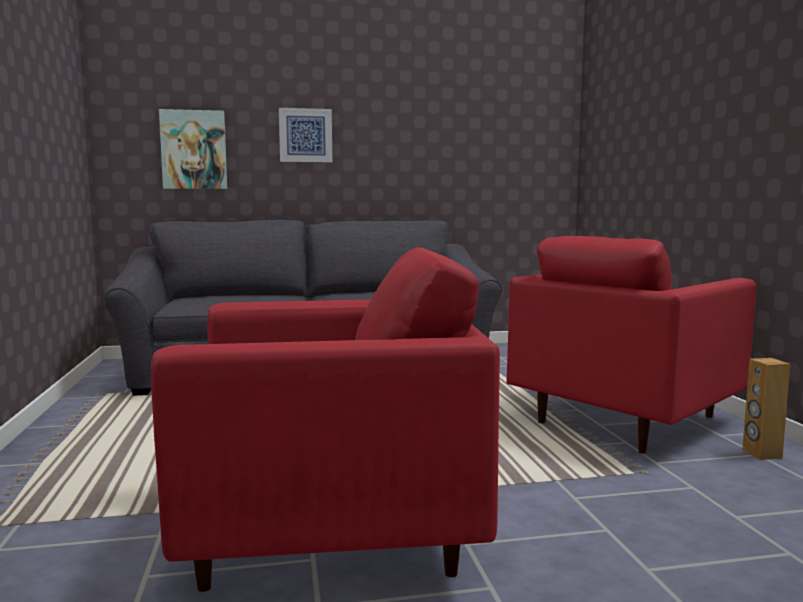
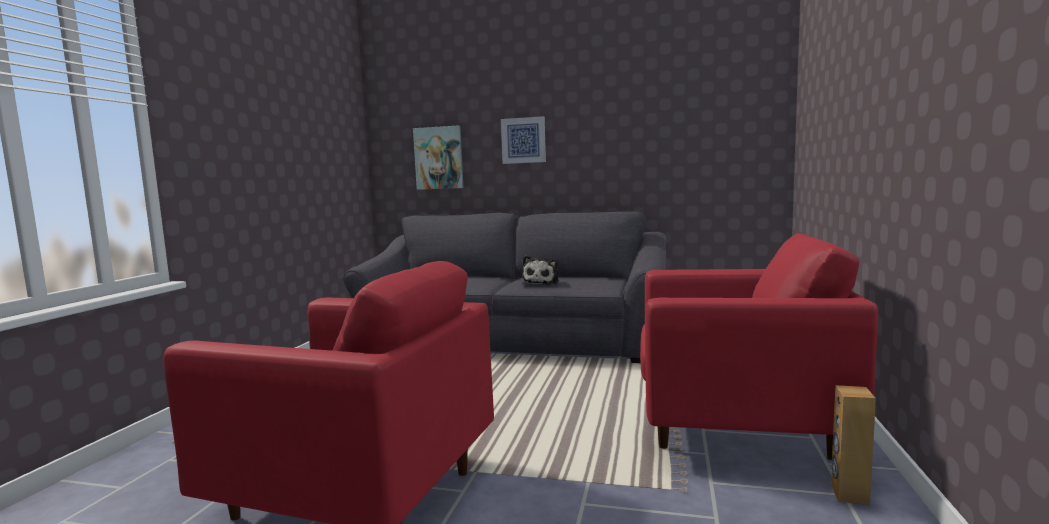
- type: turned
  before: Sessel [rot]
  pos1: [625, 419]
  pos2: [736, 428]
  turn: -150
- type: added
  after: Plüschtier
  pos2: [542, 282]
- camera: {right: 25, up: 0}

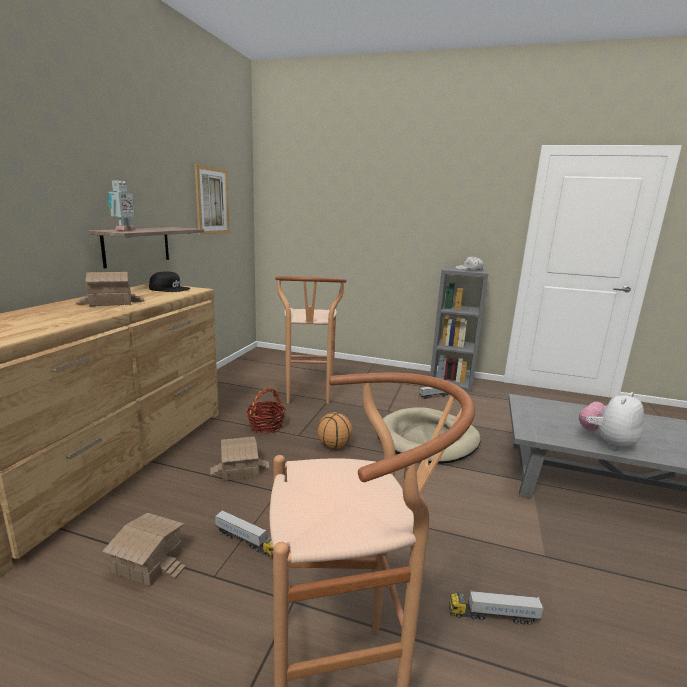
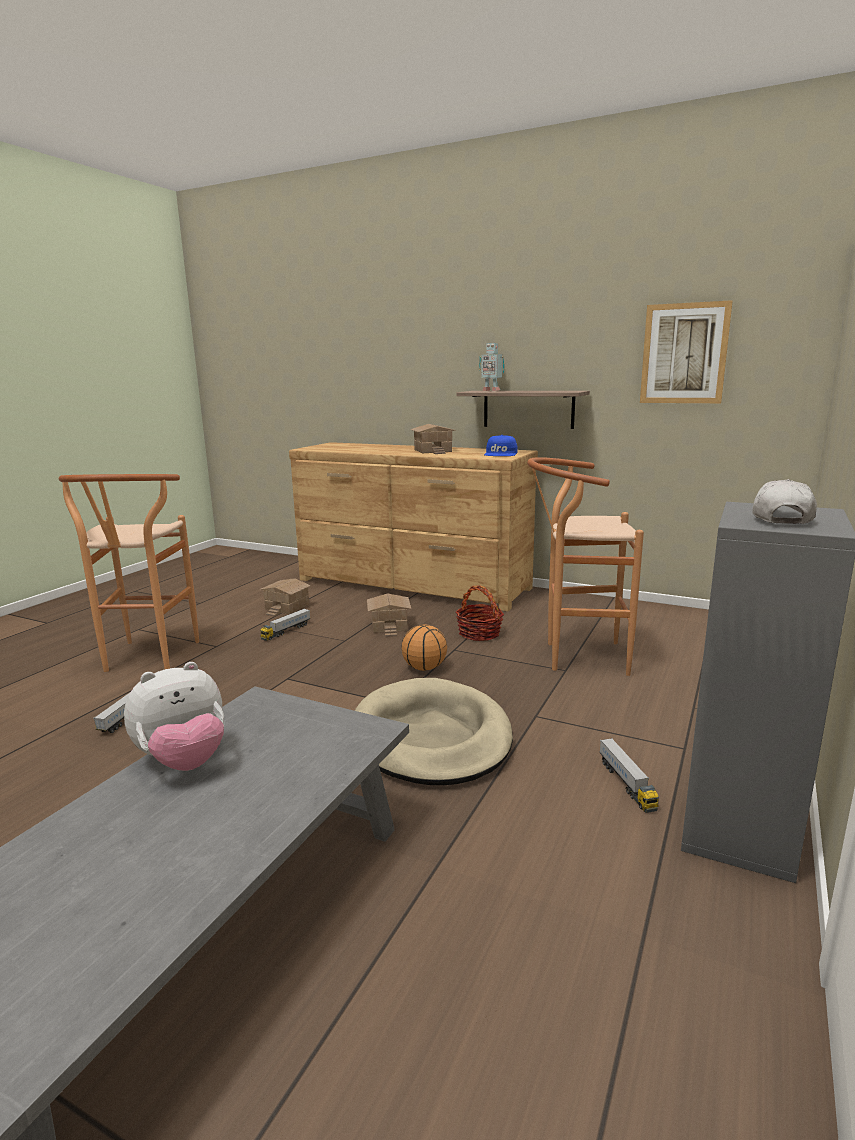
- type: recoloured
  before: Kappe [schwarz]
  after: Kappe [blau]
  pos1: [169, 289]
  pos2: [501, 454]
- type: turned
  before: Plüschtier
  pos1: [607, 442]
  pos2: [184, 761]
  turn: 90
- camera: {right: 100, up: 0}

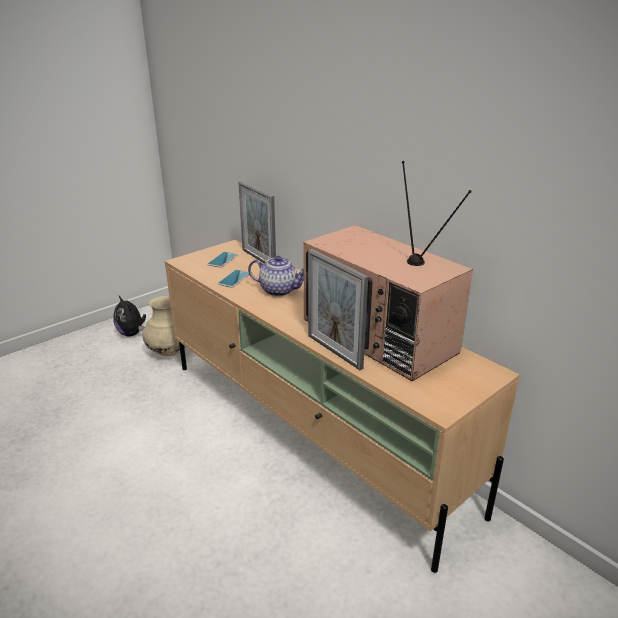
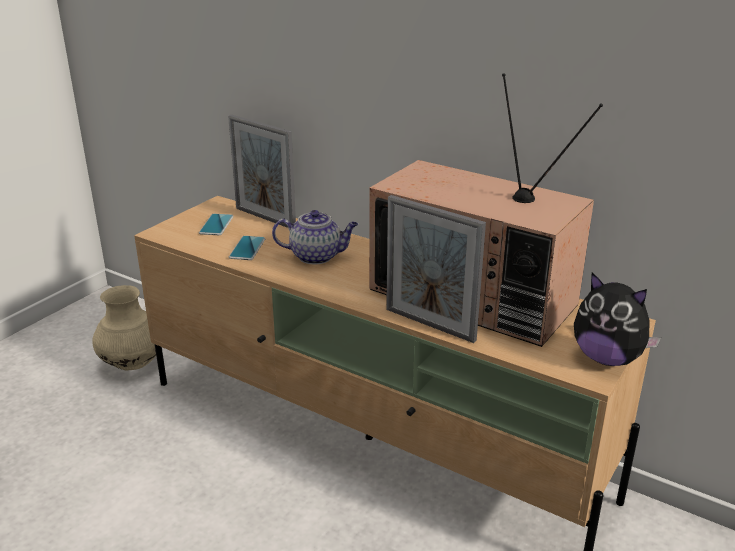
- type: moved
  before: Plüschtier
  pos1: [132, 334]
  pos2: [607, 358]
- camera: {right: -15, up: 0}

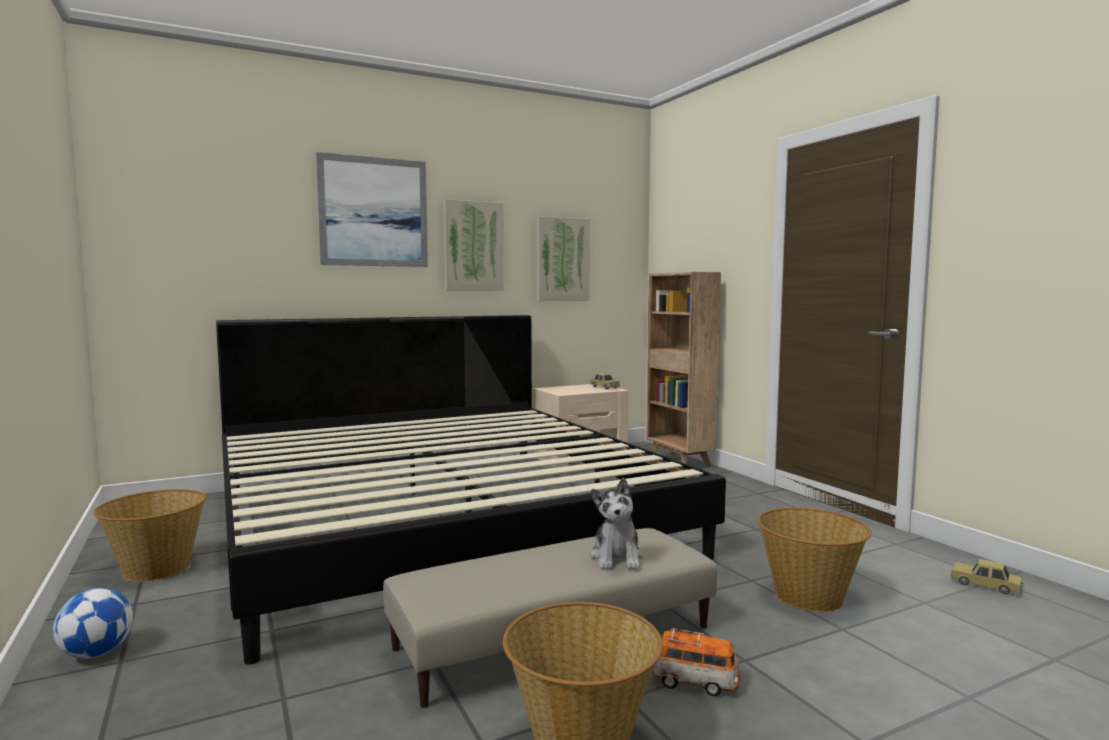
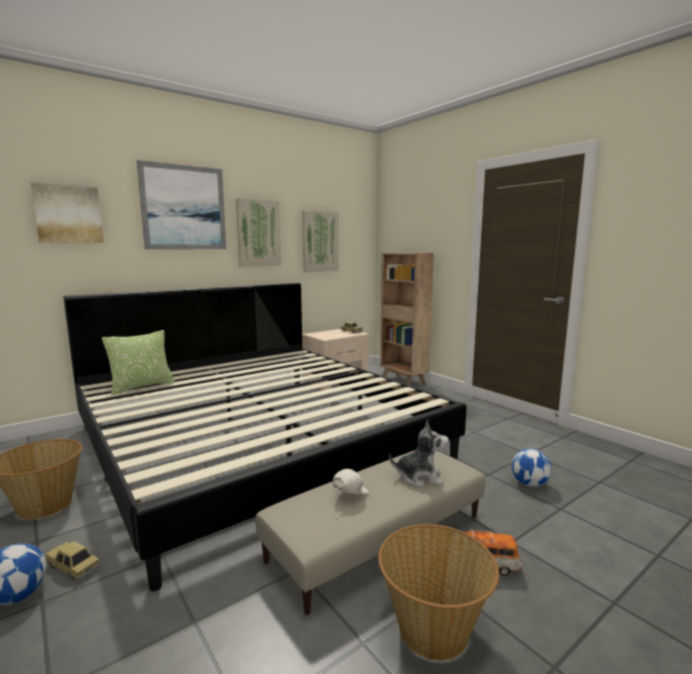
- type: turned
  before: Plüschtier
  pos1: [617, 557]
  pos2: [419, 477]
  turn: -75
- type: replaced
  before: Korb
  after: Fußball
  pos1: [809, 596]
  pos2: [529, 484]
- type: moved
  before: Spielzeugauto
  pos1: [985, 585]
  pos2: [73, 567]
- type: added
  after: Bild
  pos2: [68, 214]
- type: added
  after: Kissen
  pos2: [142, 386]
- type: added
  after: Kappe [weiß]
  pos2: [349, 495]
- camera: {right: -10, up: 5}

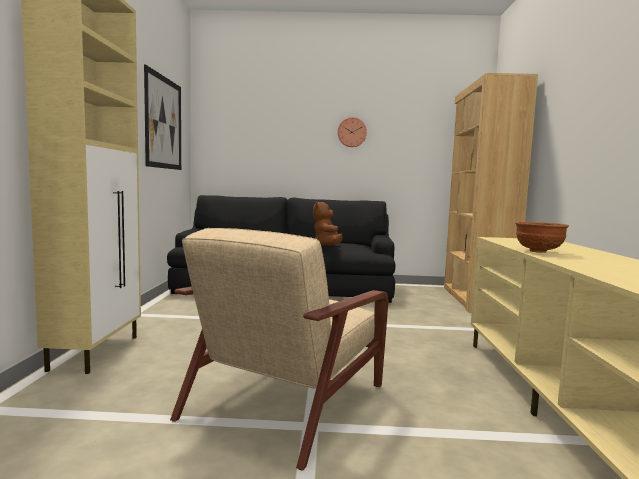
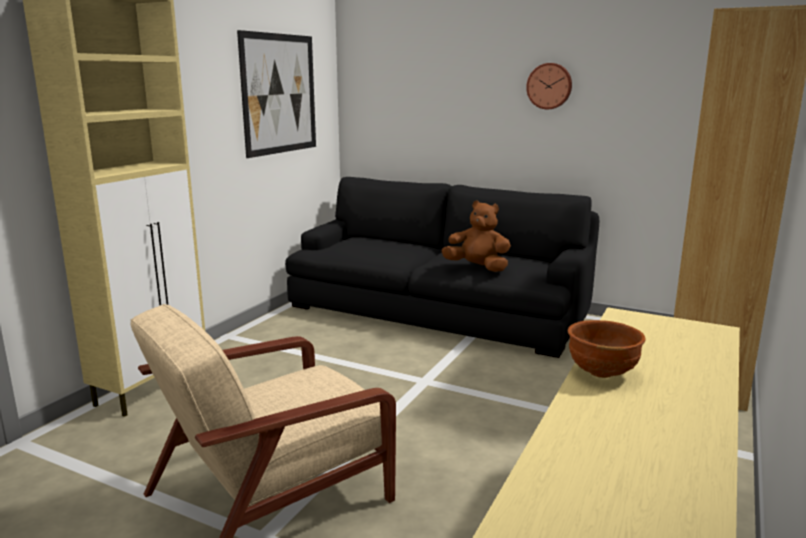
- type: turned
  before: Plüschtier [braun]
  pos1: [327, 247]
  pos2: [477, 268]
  turn: 90
- camera: {right: 25, up: 10}

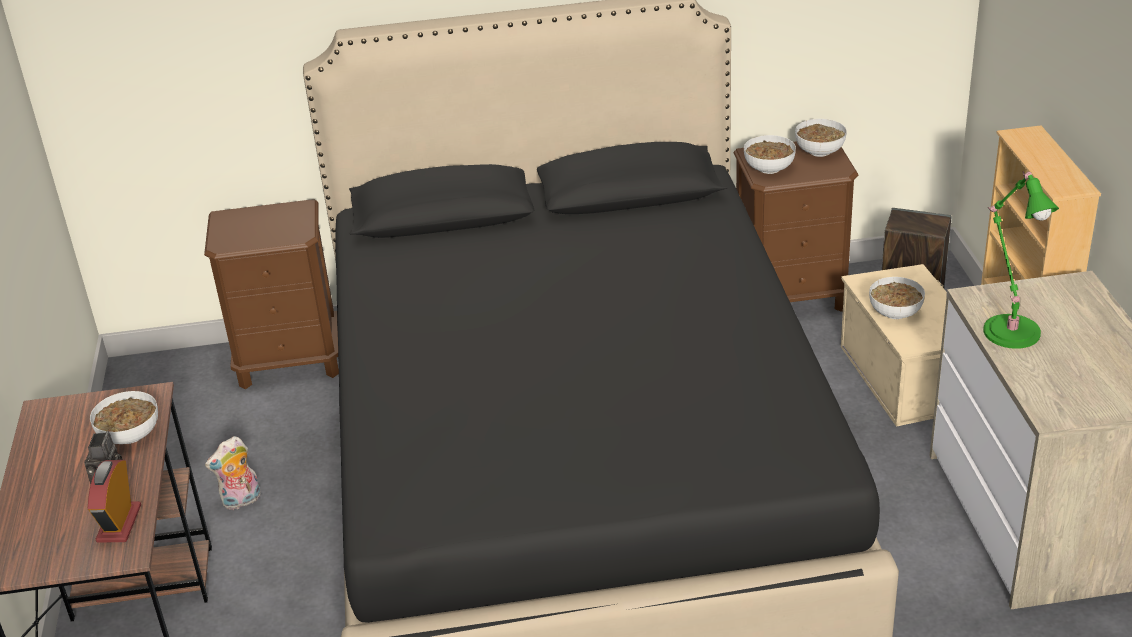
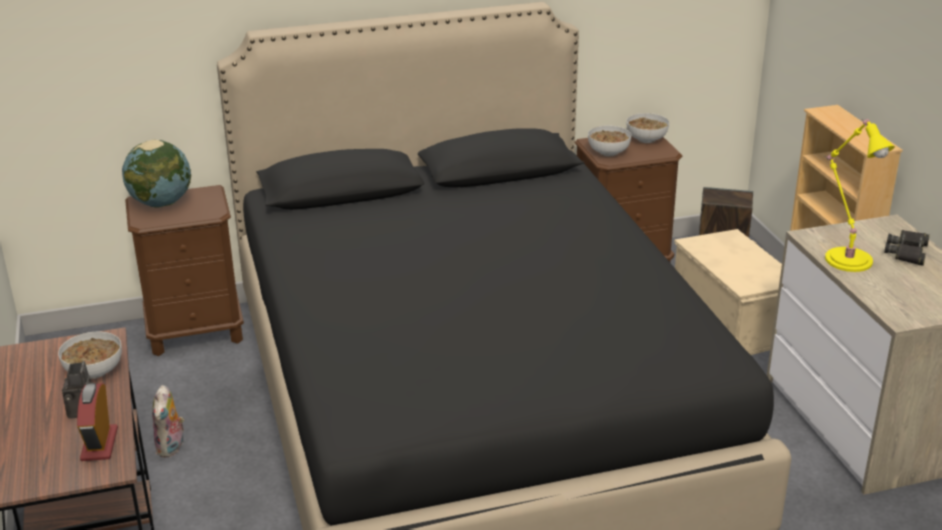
- type: turned
  before: Plüschtier
  pos1: [241, 501]
  pos2: [172, 448]
  turn: -45
- type: removed
  before: Schüssel
  pos1: [894, 312]
- type: recoloured
  before: Tischlampe [grün]
  after: Tischlampe [gelb]
  pos1: [1009, 329]
  pos2: [846, 258]
- type: added
  after: Globus
  pos2: [161, 203]
- type: added
  after: Fernglas [schwarz]
  pos2: [907, 252]
- camera: {right: -10, up: -5}

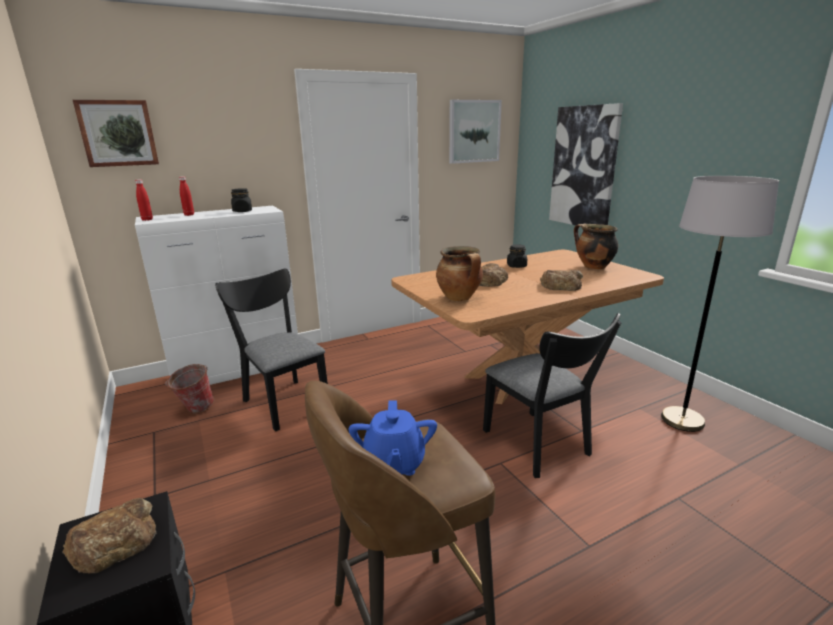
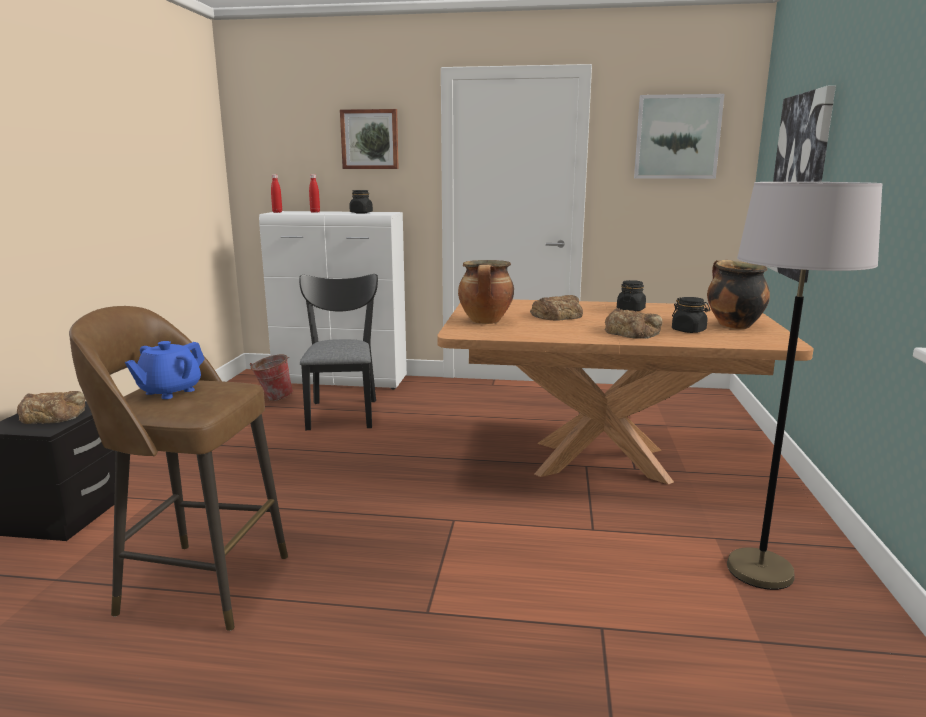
- type: moved
  before: Bild
  pos1: [118, 133]
  pos2: [370, 139]
- type: removed
  before: Stuhl [schwarz]
  pos1: [540, 446]
- type: added
  after: Vorratsglas [schwarz]
  pos2: [689, 330]
- camera: {right: 35, up: -5}

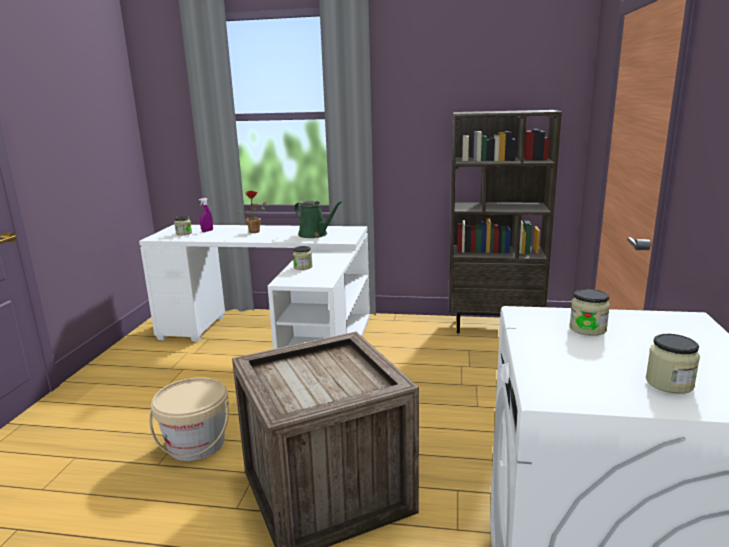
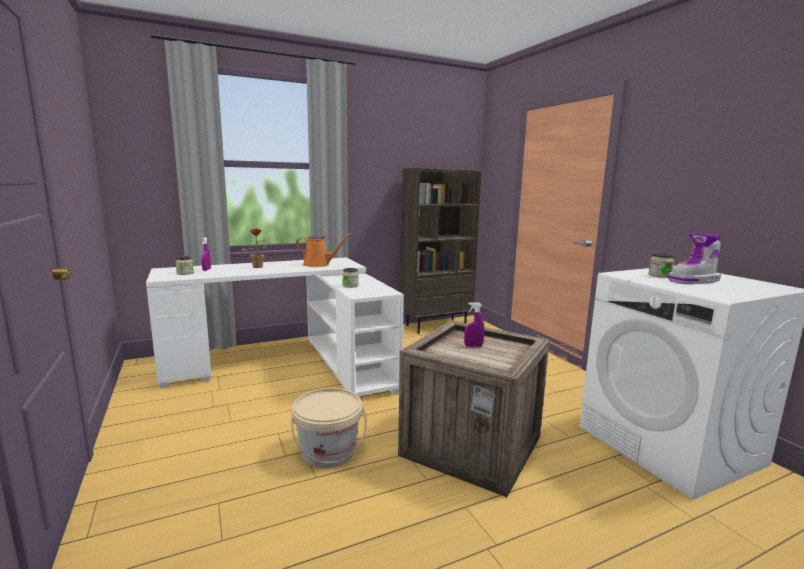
- type: recoloured
  before: Gießkanne [grün]
  after: Gießkanne [orange]
  pos1: [315, 235]
  pos2: [319, 265]
- type: removed
  before: Vorratsglas
  pos1: [669, 383]
- type: added
  after: Sprühflasche [lila]
  pos2: [473, 346]
- type: added
  after: Stiefel
  pos2: [694, 281]
- camera: {right: -35, up: -5}

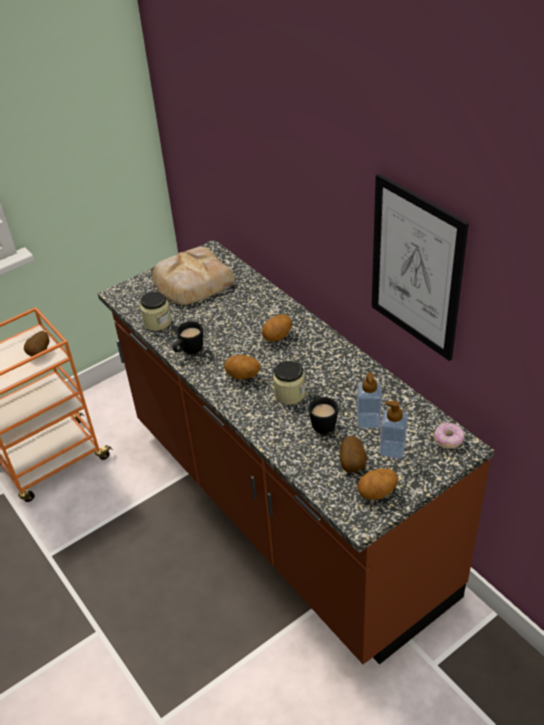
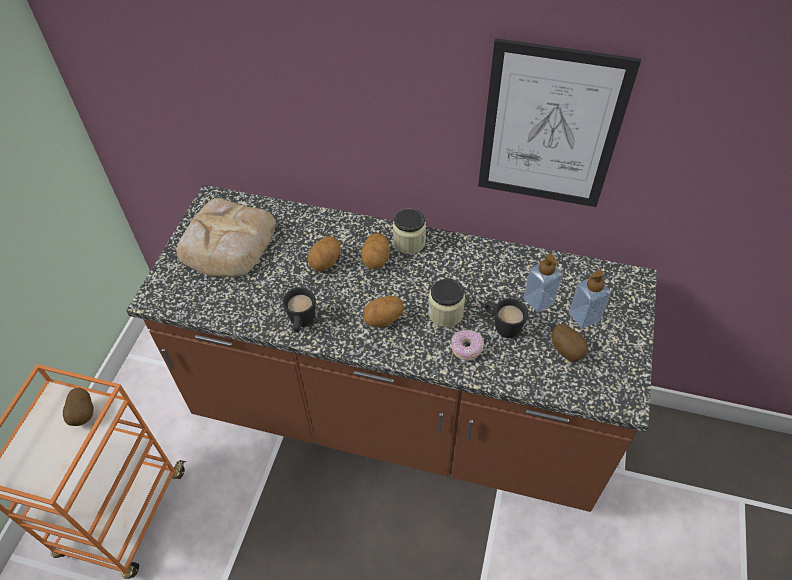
- type: moved
  before: Vorratsglas
  pos1: [157, 322]
  pos2: [409, 242]
- type: moved
  before: Kartoffel
  pos1: [377, 493]
  pos2: [326, 262]
- type: moved
  before: Donut
  pos1: [448, 440]
  pos2: [466, 348]
- camera: {right: -40, up: 10}

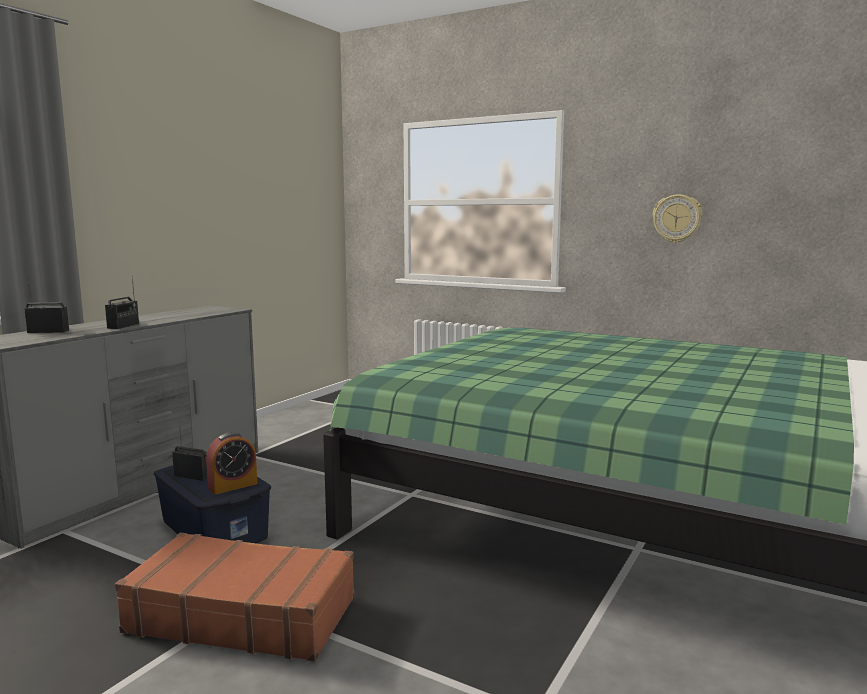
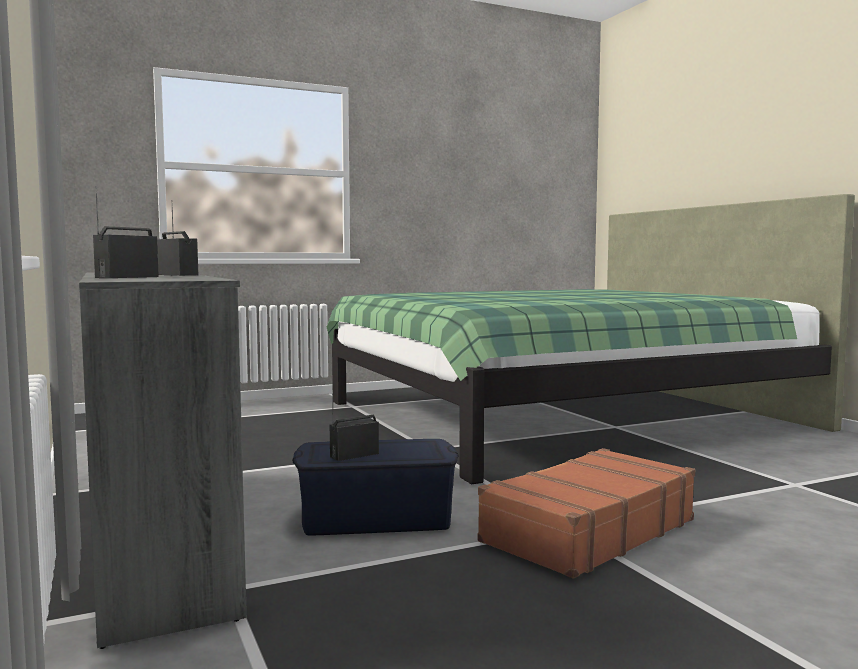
- type: removed
  before: Wecker
  pos1: [233, 486]
- type: removed
  before: Wanduhr
  pos1: [677, 218]
- camera: {right: -55, up: -5}

